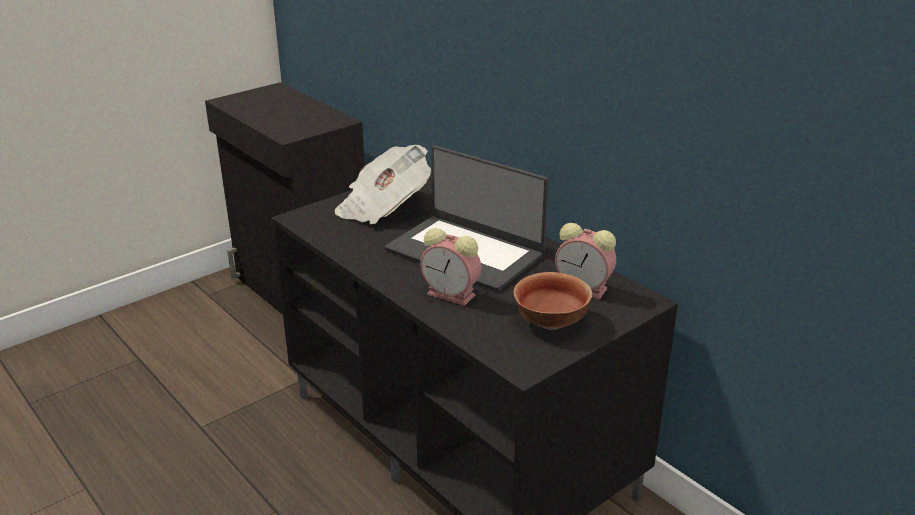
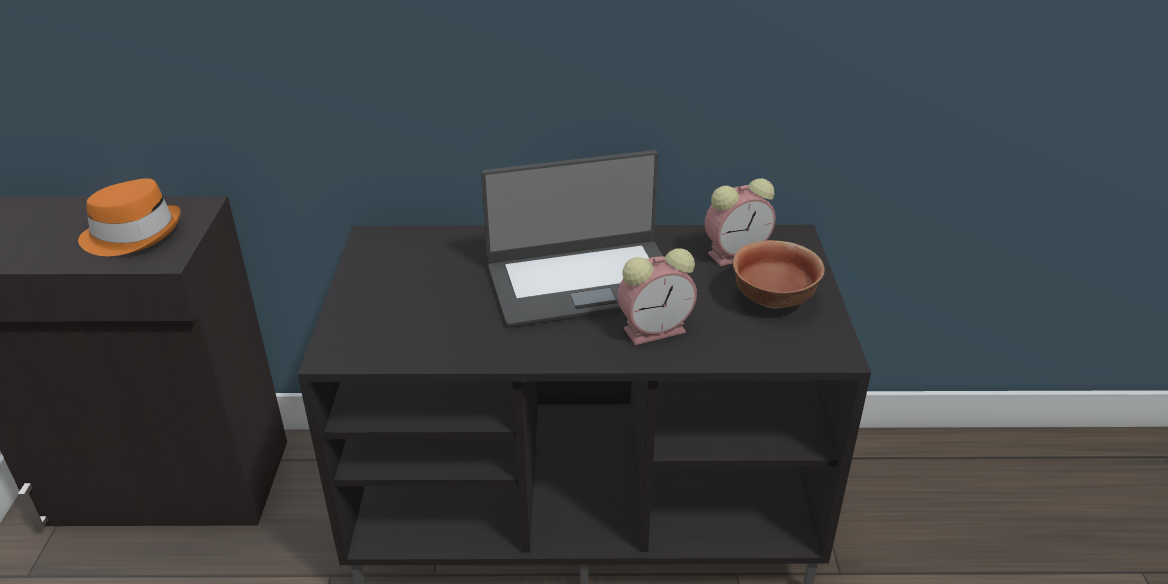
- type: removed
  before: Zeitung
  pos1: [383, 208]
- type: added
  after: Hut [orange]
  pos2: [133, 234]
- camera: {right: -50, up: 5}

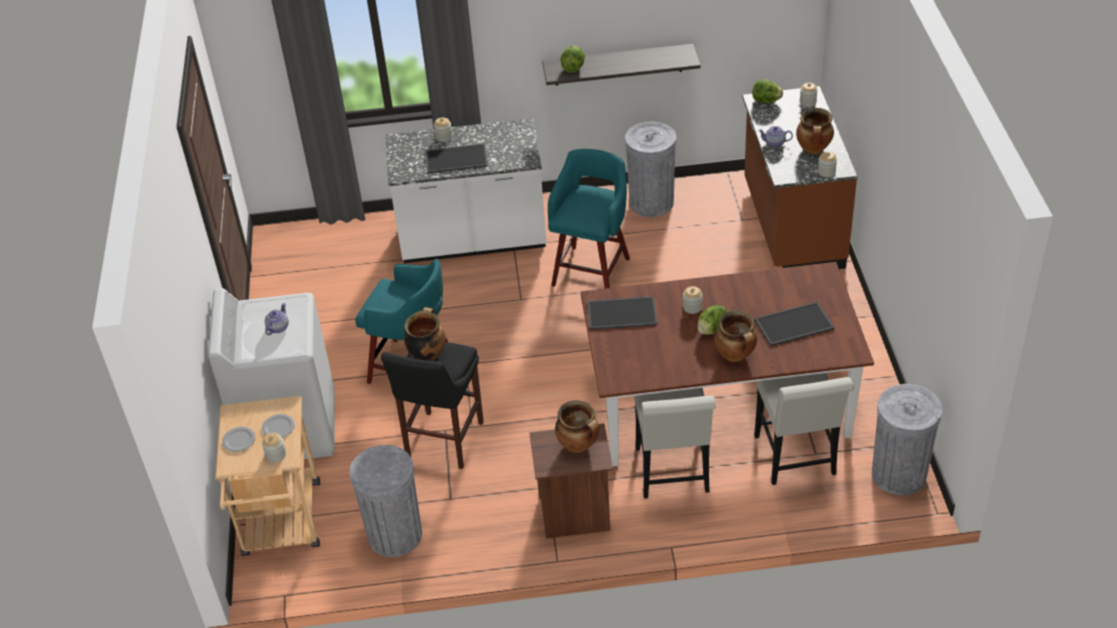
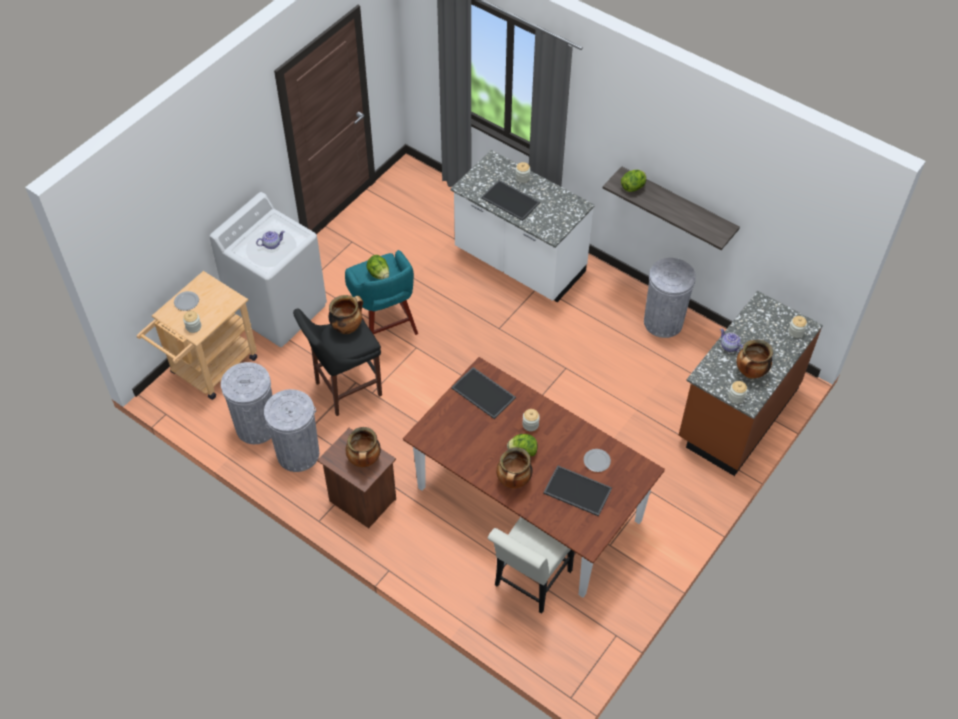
- type: moved
  before: Teller
  pos1: [279, 427]
  pos2: [597, 461]
- type: removed
  before: Hocker [türkis]
  pos1: [592, 270]
- type: removed
  before: Stuhl [weiß]
  pos1: [673, 475]
- type: moved
  before: Salatkopf
  pos1: [766, 101]
  pos2: [379, 274]
- type: moved
  before: Mülleimer [grau]
  pos1: [899, 474]
  pos2: [298, 454]
- camera: {right: 40, up: 10}

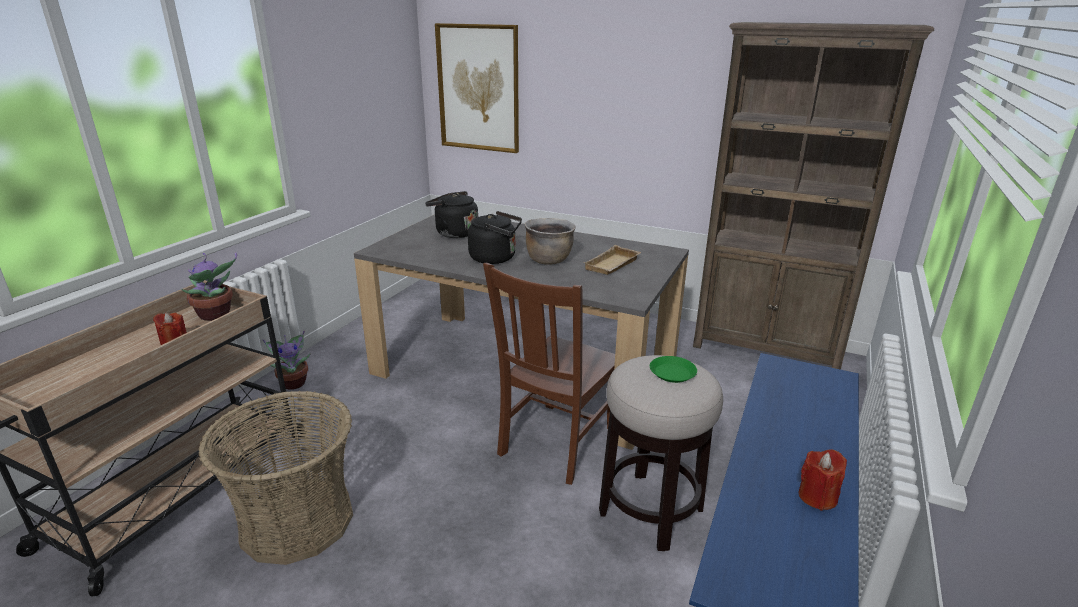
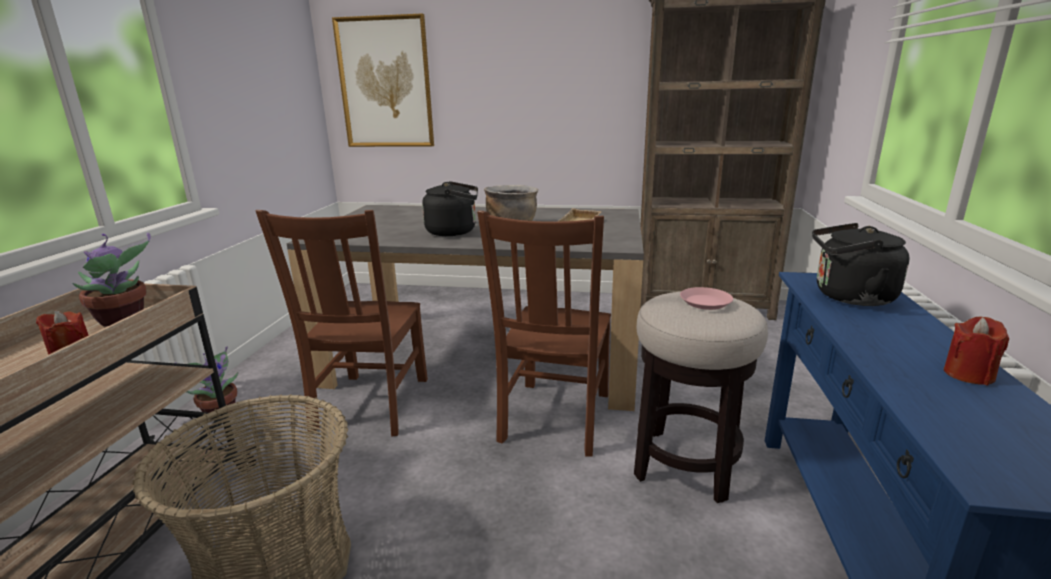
- type: moved
  before: Wasserkessel [schwarz]
  pos1: [454, 233]
  pos2: [849, 297]
- type: recoloured
  before: Teller [grün]
  after: Teller [rosa]
  pos1: [673, 373]
  pos2: [705, 302]
- type: added
  after: Stuhl [braun]
  pos2: [370, 406]
- camera: {right: -15, up: -5}

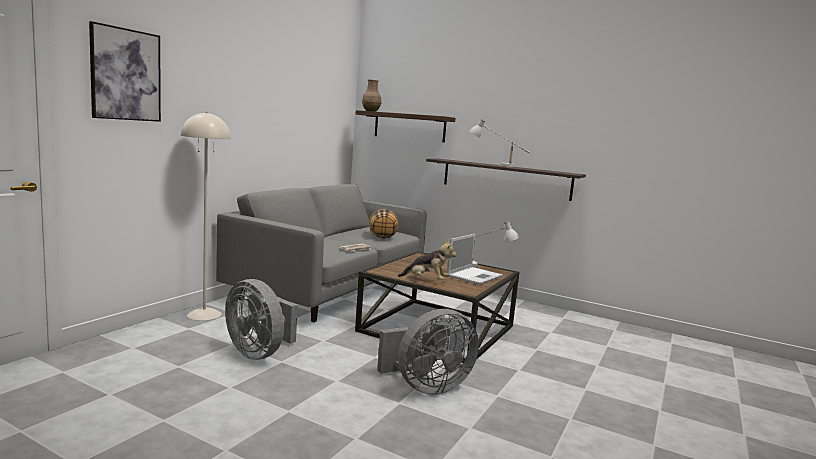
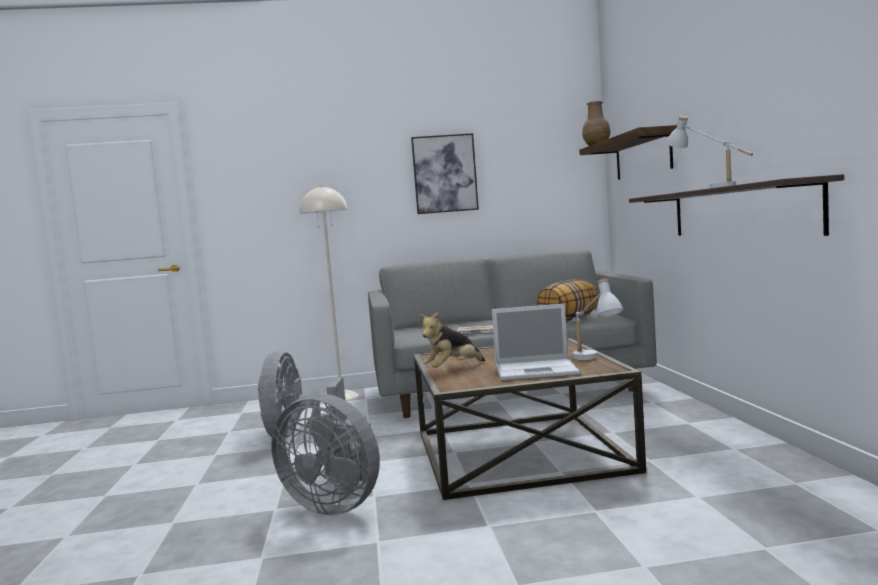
- type: moved
  before: Bild
  pos1: [126, 75]
  pos2: [444, 174]
- type: turned
  before: Plüschtier
  pos1: [426, 280]
  pos2: [453, 369]
  turn: 75
- camera: {right: 55, up: -5}

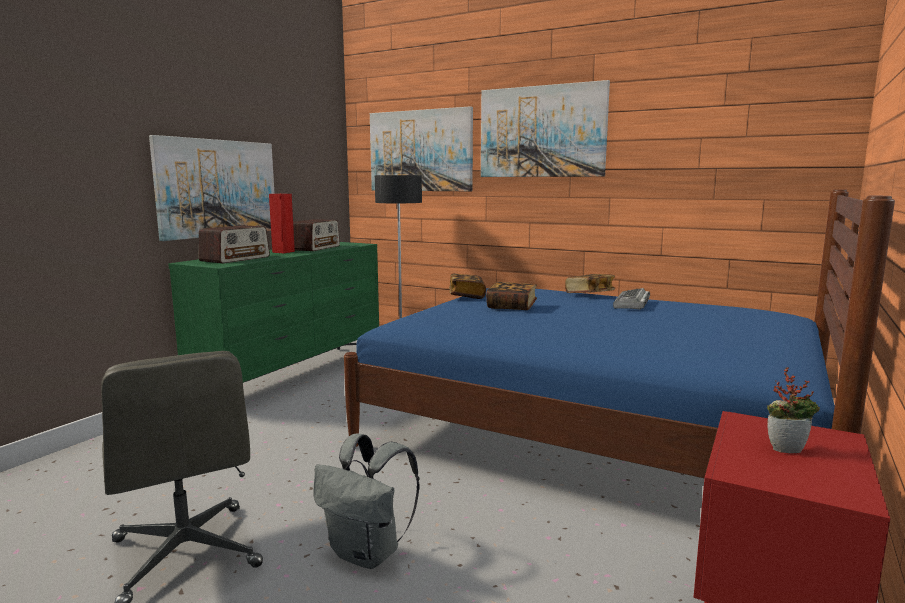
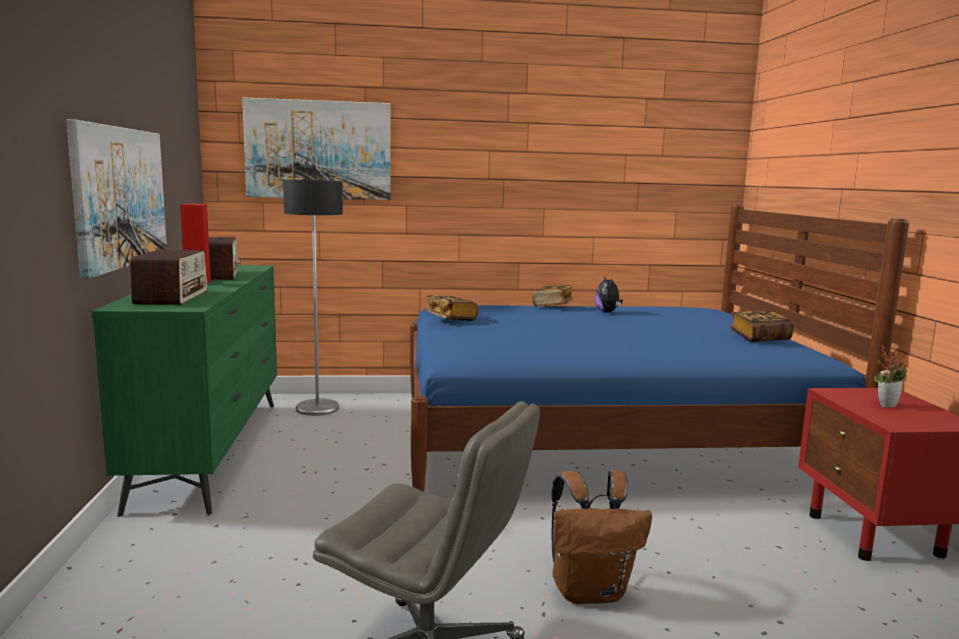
- type: recoloured
  before: Rucksack [grau]
  after: Rucksack [braun]
  pos1: [368, 553]
  pos2: [590, 591]
- type: removed
  before: Bild
  pos1: [542, 132]
- type: moved
  before: Buch
  pos1: [511, 307]
  pos2: [759, 338]
- type: replaced
  before: Tastatur
  after: Plüschtier
  pos1: [632, 304]
  pos2: [608, 312]
- camera: {right: -35, up: 0}

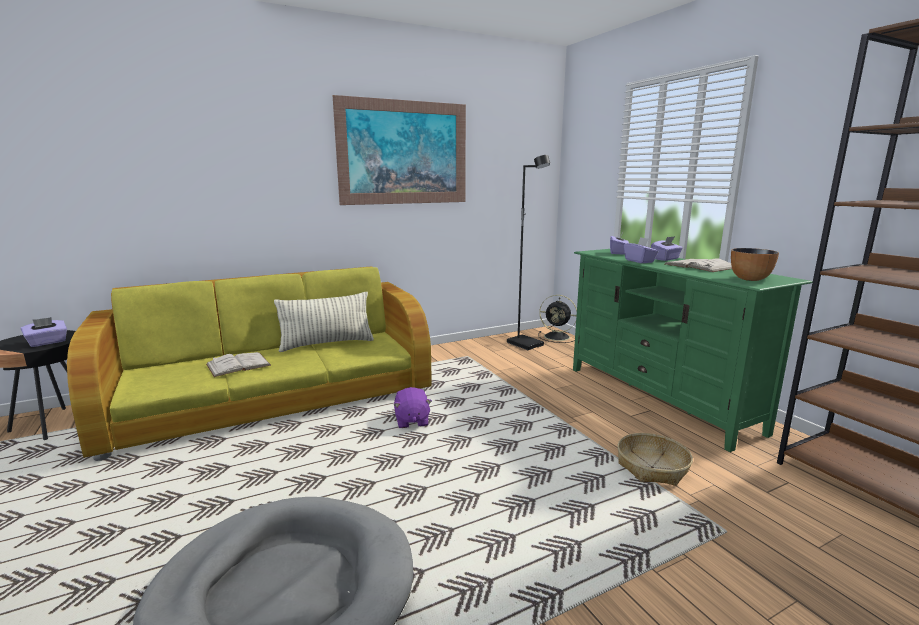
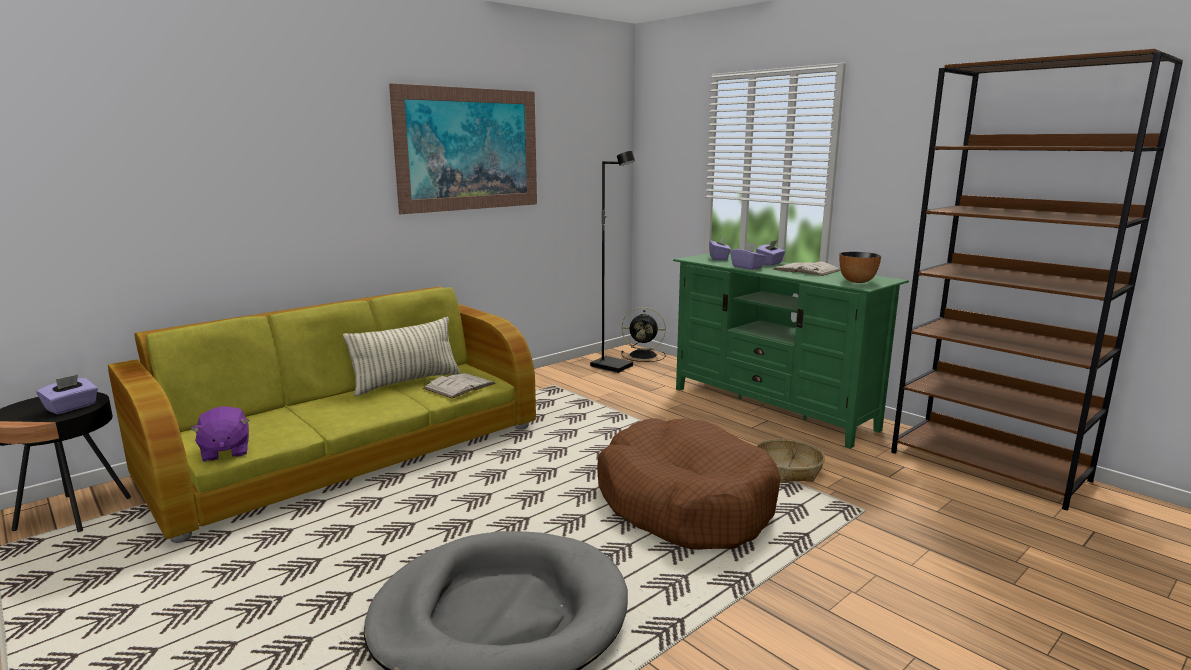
- type: moved
  before: Buch [weiß]
  pos1: [238, 364]
  pos2: [459, 386]
- type: moved
  before: Plüschtier [lila]
  pos1: [411, 421]
  pos2: [225, 452]
- type: added
  after: Hundebett [braun]
  pos2: [685, 503]
- camera: {right: -15, up: 0}

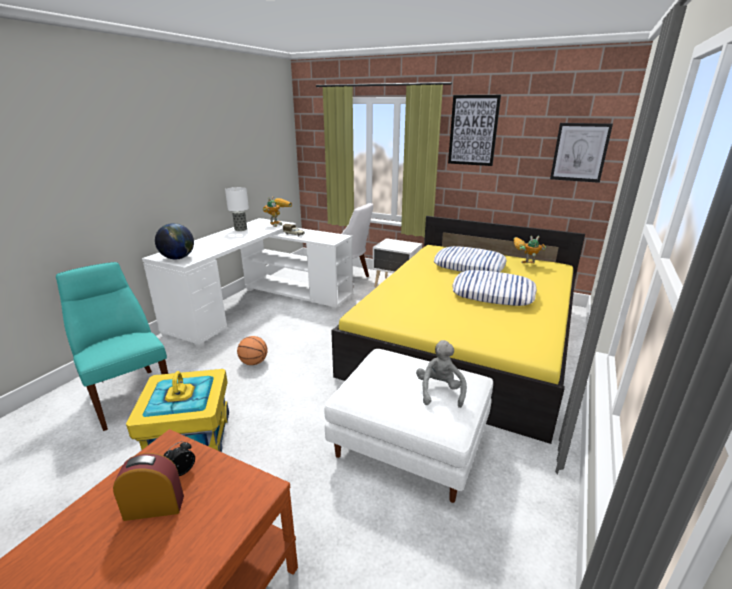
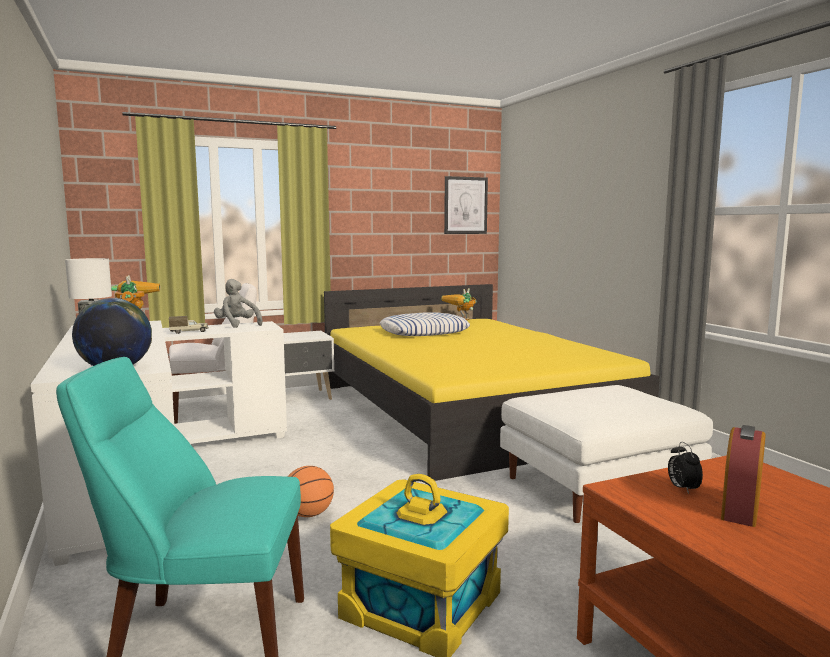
- type: moved
  before: Plüschtier [grau]
  pos1: [439, 391]
  pos2: [237, 325]
- type: removed
  before: Bild
  pos1: [473, 130]
- type: removed
  before: Kissen
  pos1: [493, 294]
- camera: {right: -50, up: -15}

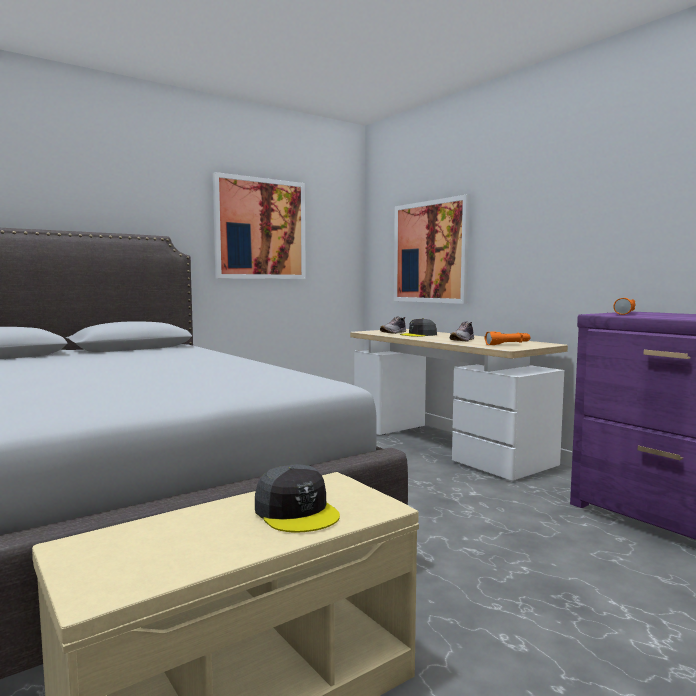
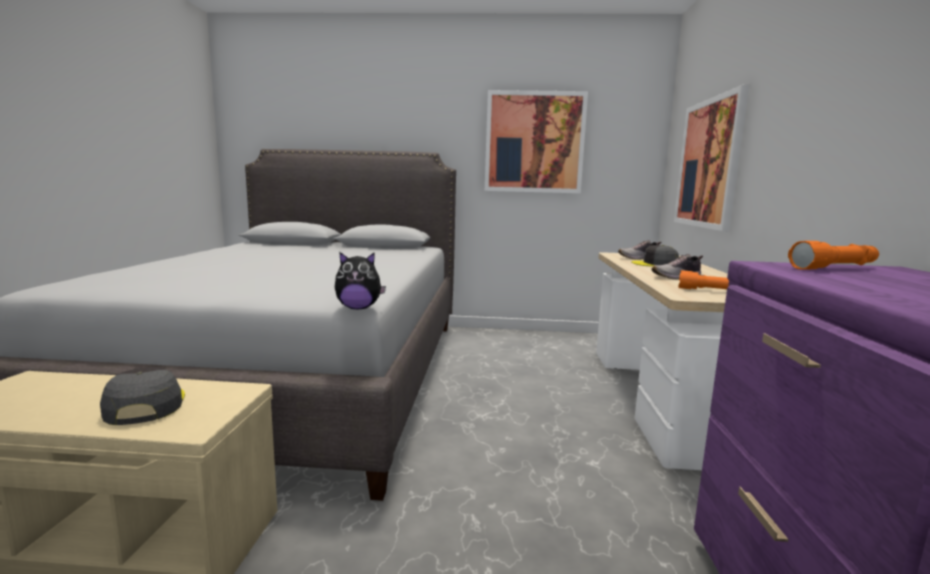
- type: turned
  before: Kappe [grau]
  pos1: [296, 512]
  pos2: [145, 405]
  turn: 150
- type: added
  after: Plüschtier
  pos2: [358, 308]
- camera: {right: 40, up: 5}

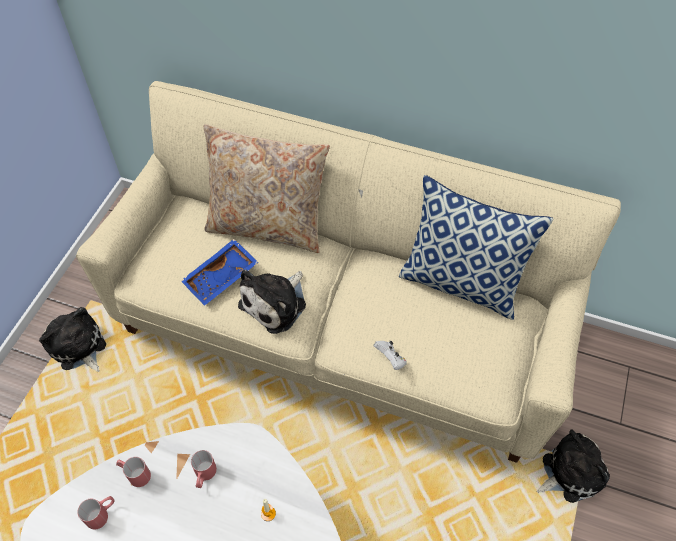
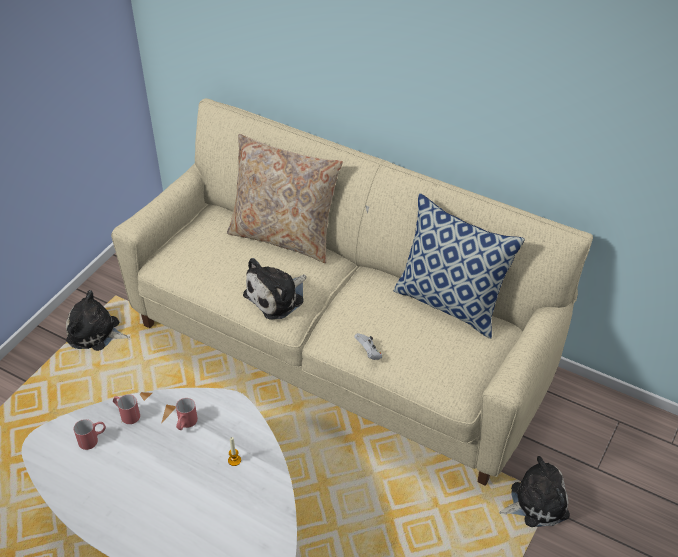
- type: turned
  before: Plüschtier
  pos1: [78, 348]
  pos2: [96, 333]
  turn: -45
- type: removed
  before: Tablett [blau]
  pos1: [221, 278]
- camera: {right: 10, up: -10}

